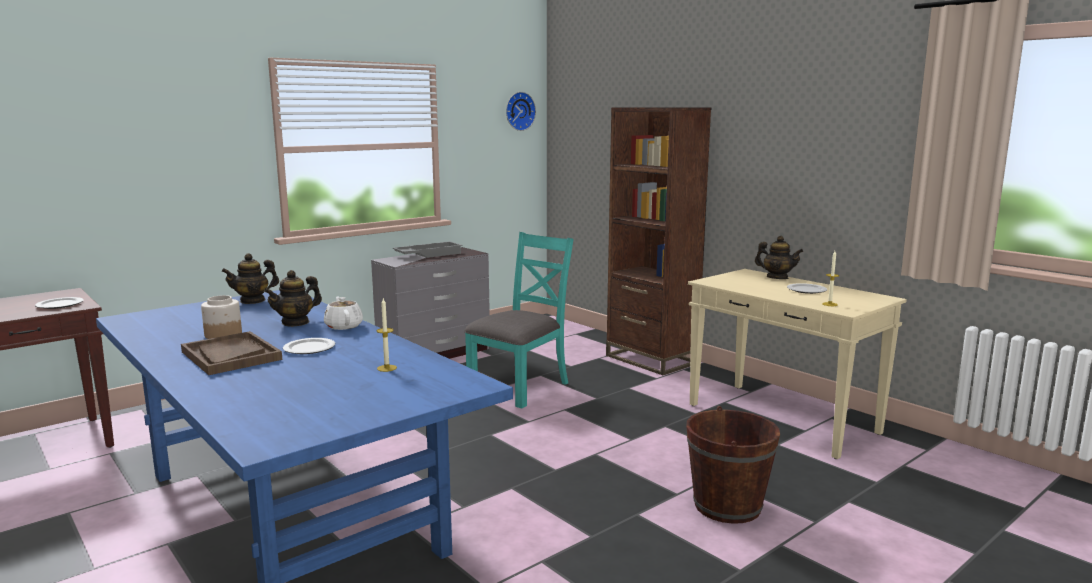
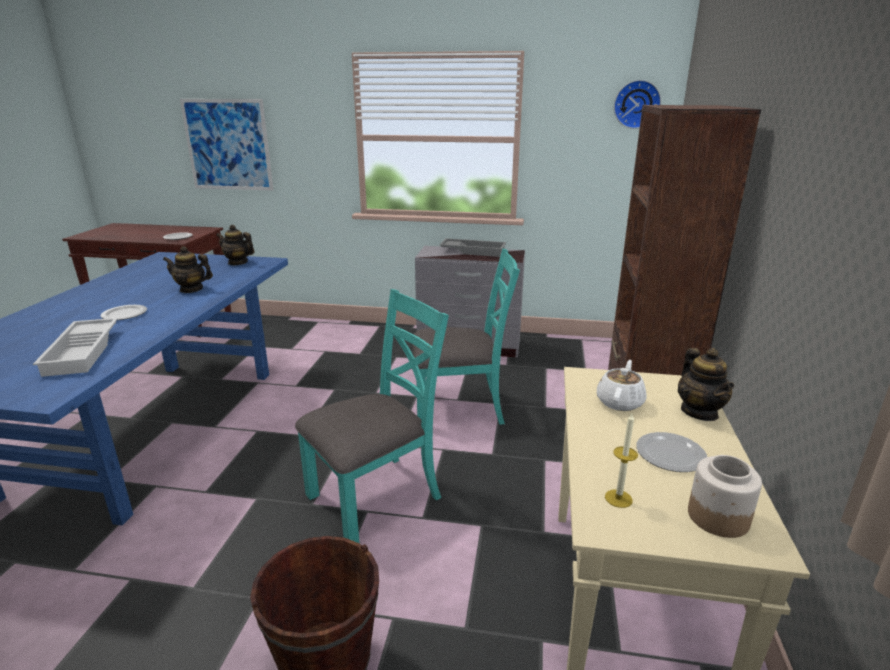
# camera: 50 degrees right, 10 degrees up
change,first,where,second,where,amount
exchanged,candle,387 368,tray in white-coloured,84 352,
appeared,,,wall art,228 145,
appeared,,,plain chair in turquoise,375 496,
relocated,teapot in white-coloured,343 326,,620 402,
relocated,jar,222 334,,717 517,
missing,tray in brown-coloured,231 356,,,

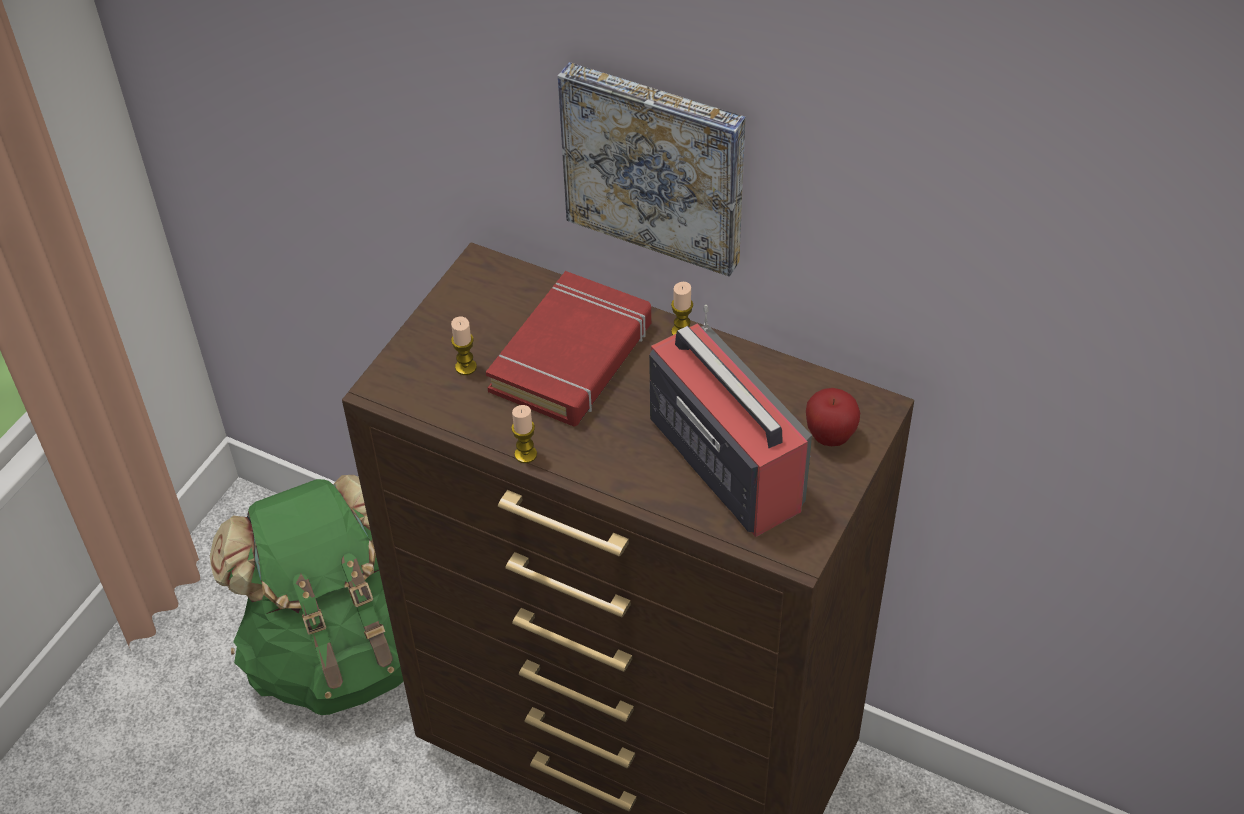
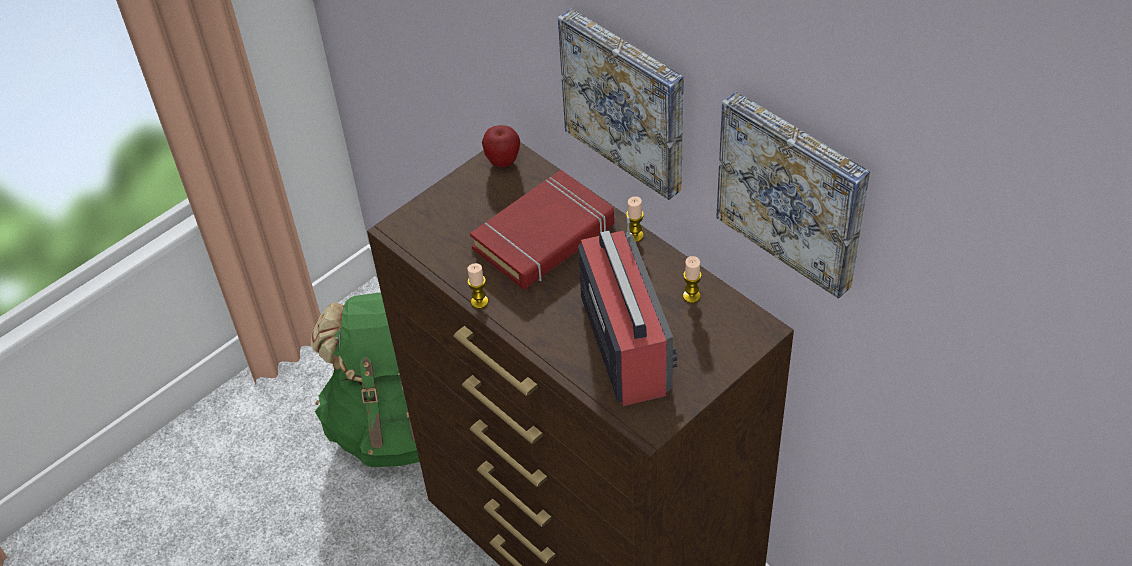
# camera: 20 degrees right, 0 degrees up
change,first,where,second,where,amount
relocated,whole apple,830 437,,503 161,
relocated,candle,466 367,,691 296,
appeared,,,wall art,794 191,

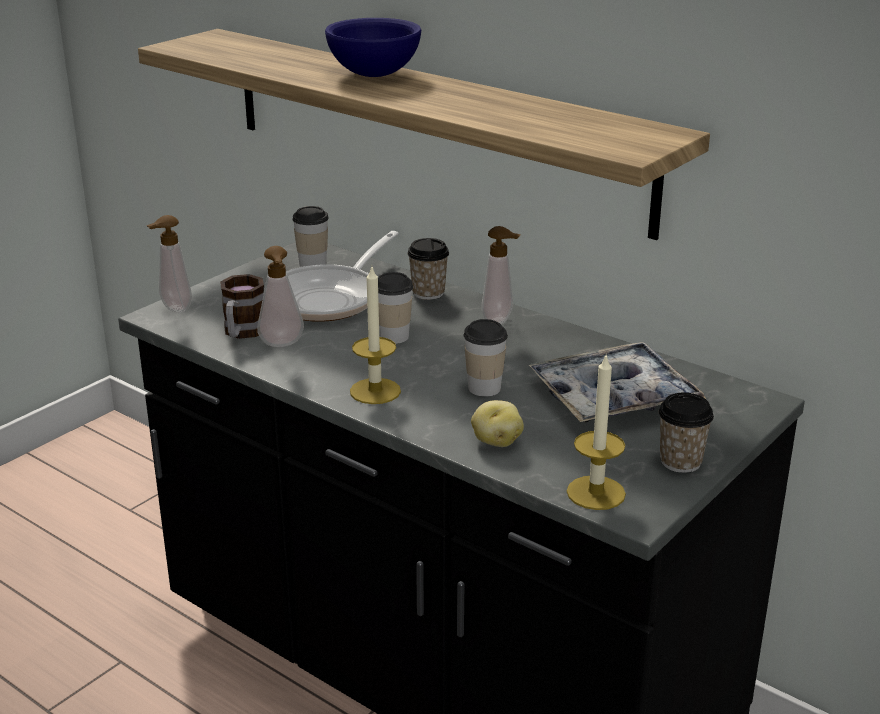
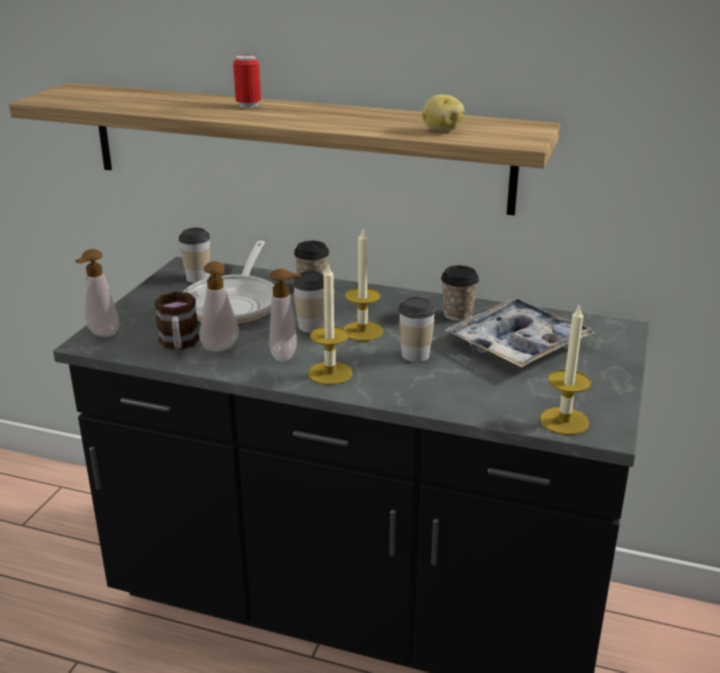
# camera: 20 degrees left, 0 degrees up
change,first,where,second,where,amount
exchanged,serving bowl in bluish,373 74,sealed can,248 105,
relocated,liquid soap bottle,500 321,,287 356,
appeared,,,candle,362 331,
relocated,spud,496 441,,441 130,
relocated,small cup,680 462,,457 314,

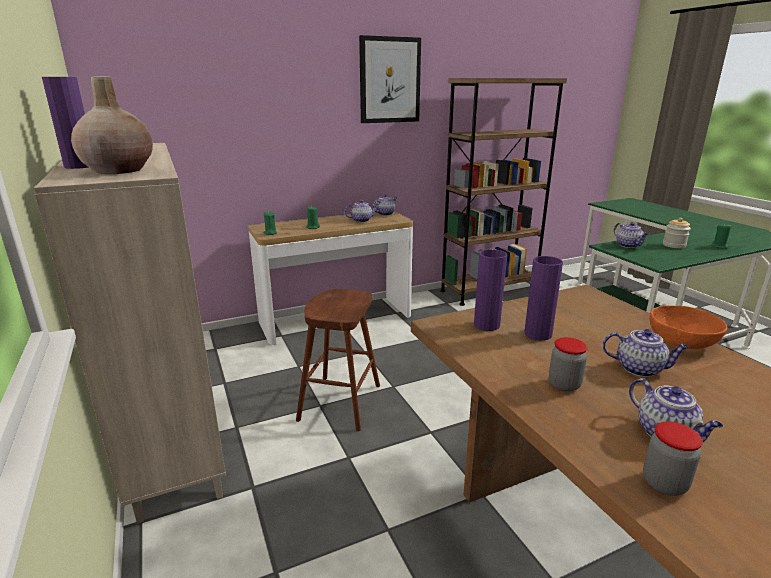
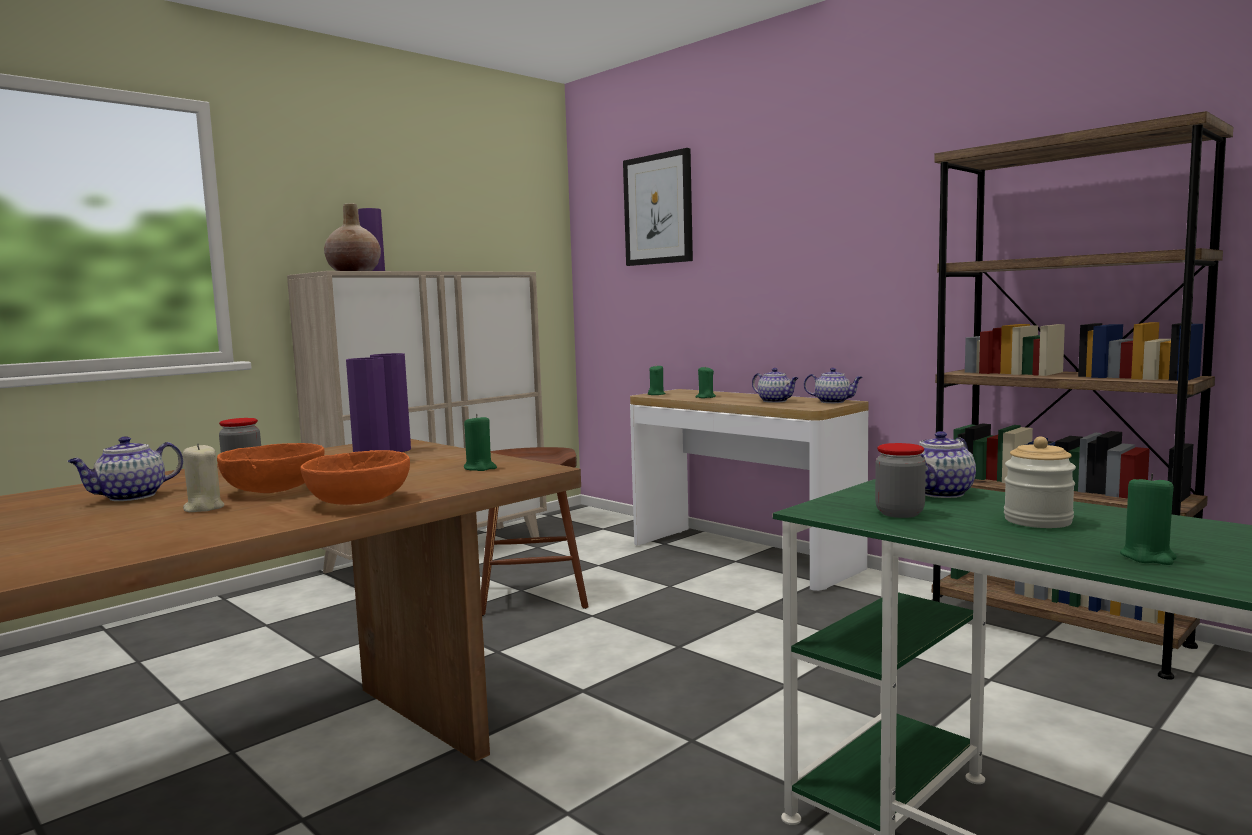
# camera: 70 degrees right, 15 degrees down
change,first,where,second,where,amount
appeared,,,candle in sand-coloured,203 508,
exchanged,teapot,640 368,serving bowl in orange,276 489,
appeared,,,candle in green,480 468,
relocated,wall art,389 80,,658 209,
relocated,jar,664 483,,899 513,

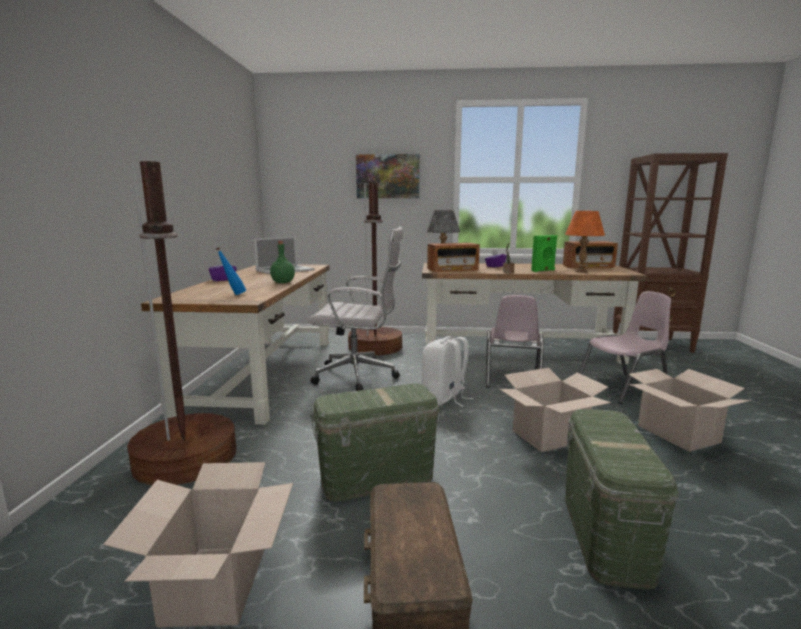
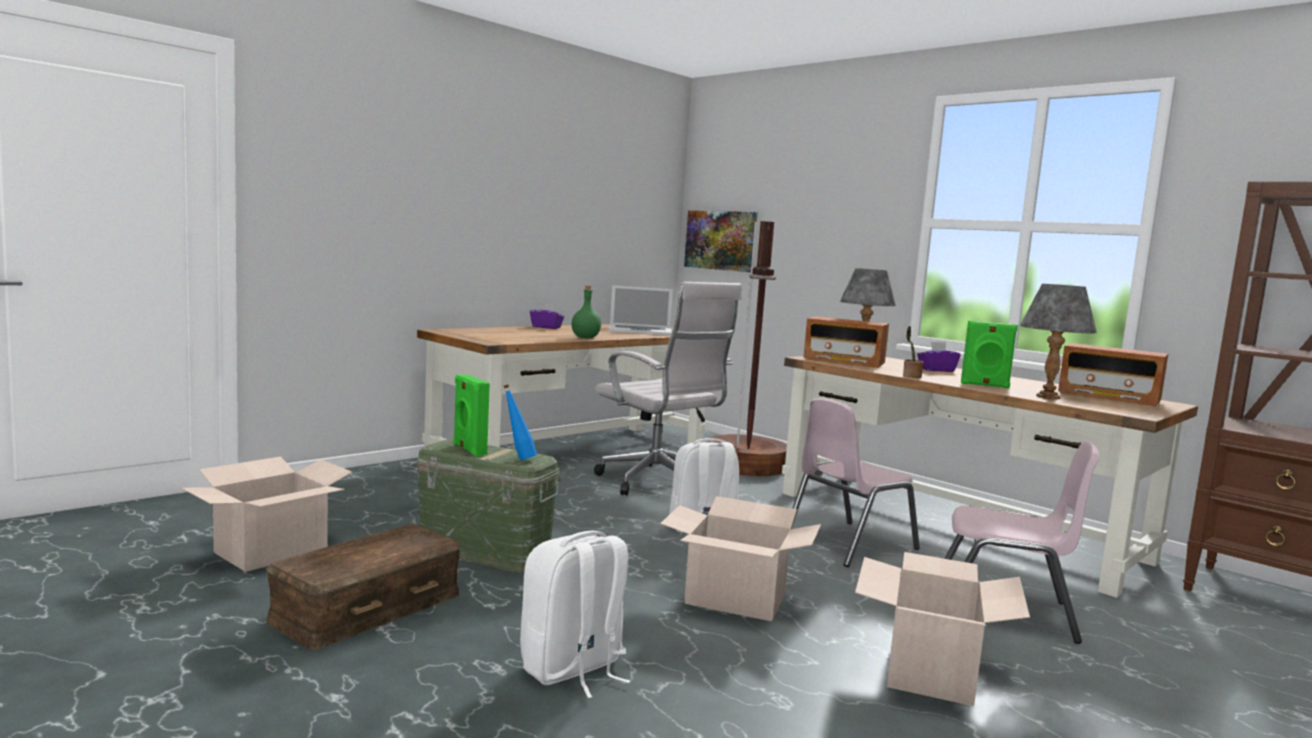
# camera: 40 degrees right, 5 degrees down
change,first,where,second,where,amount
appeared,,,audio speaker in green,468 449,
relocated,drink bottle in bluish,233 295,,518 459,
exchanged,storage box in green,606 535,backpack in white-coloured,573 669,
relocated,wall art,388 176,,721 240,
colour,lamp for a table in orange,581 271,lamp for a table in gray,1048 397,
missing,standard lamp in brown-coloured,186 458,,,

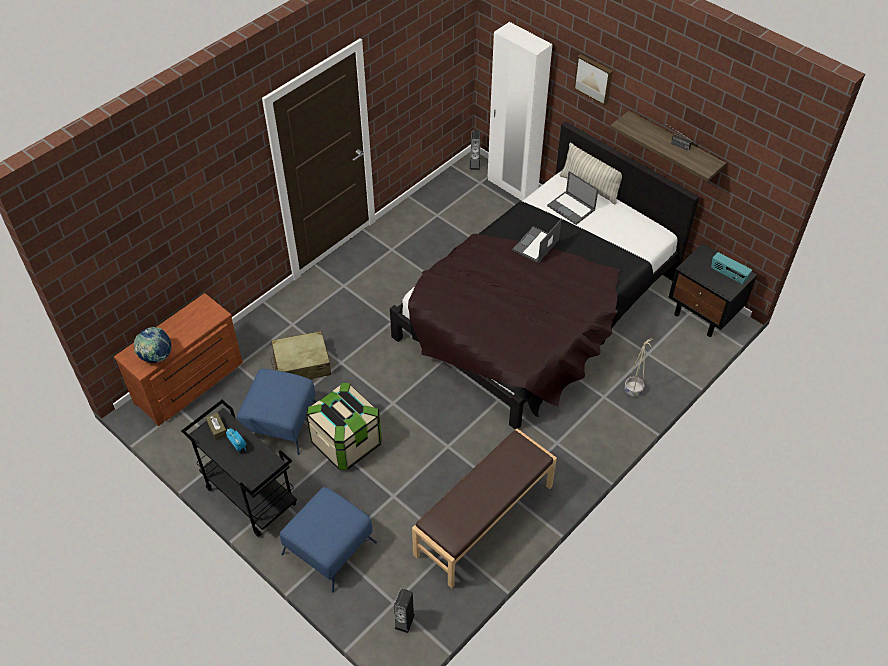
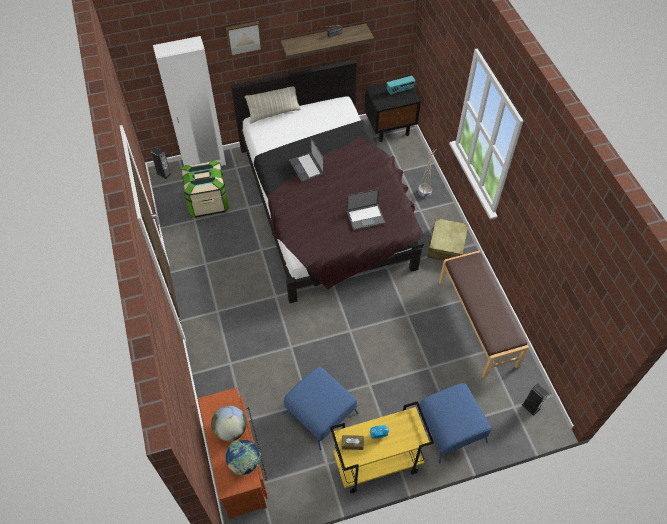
# camera: 60 degrees left, 5 degrees up
change,first,where,second,where,amount
relocated,storage box,346 442,,208 202,
appeared,,,desk globe,231 429,
colour,trolley in black-coloured,249 496,trolley in yellowish,376 464,
relocated,portable computer,571 208,,366 216,
relocated,suitcase in sand-coloured,301 364,,446 246,

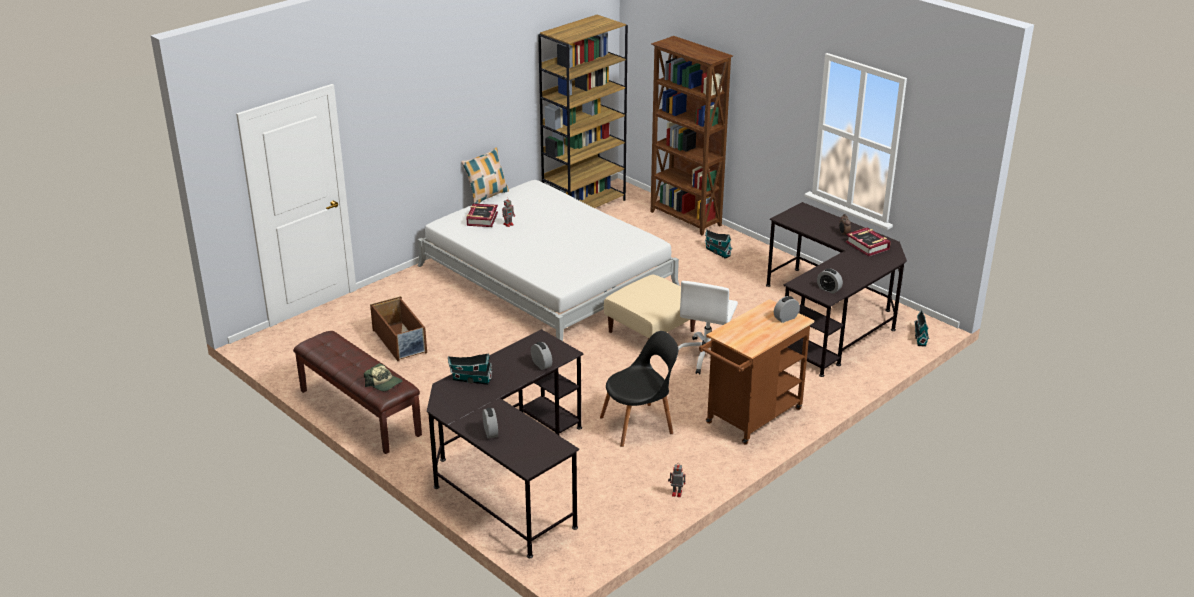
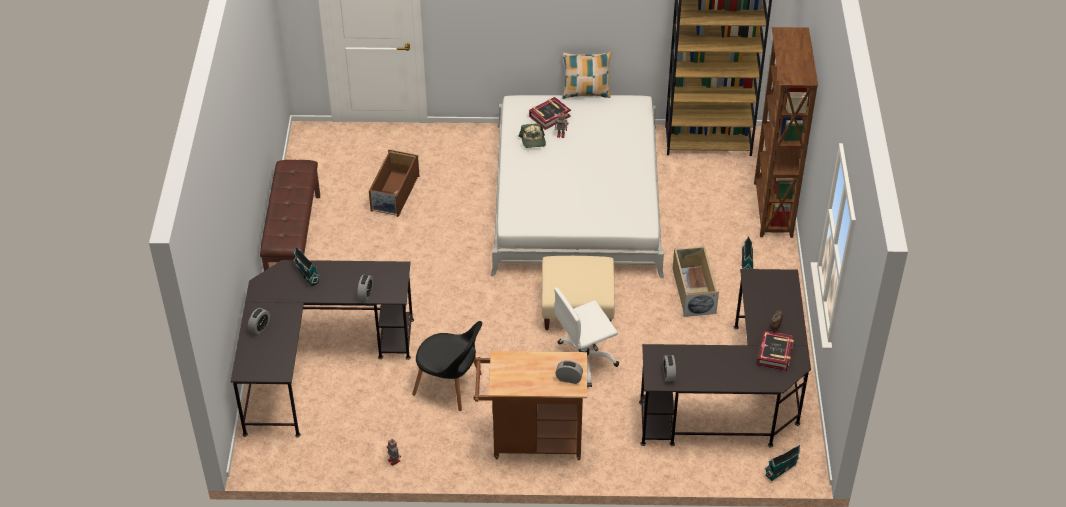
# camera: 45 degrees right, 15 degrees up
change,first,where,second,where,amount
relocated,peaked cap,384 383,,533 140,
appeared,,,storage box in sand-coloured,693 290,

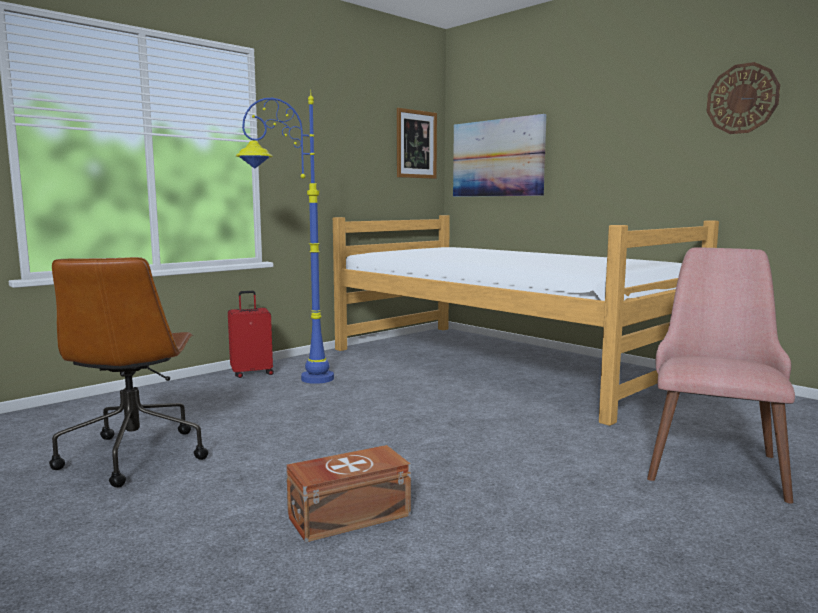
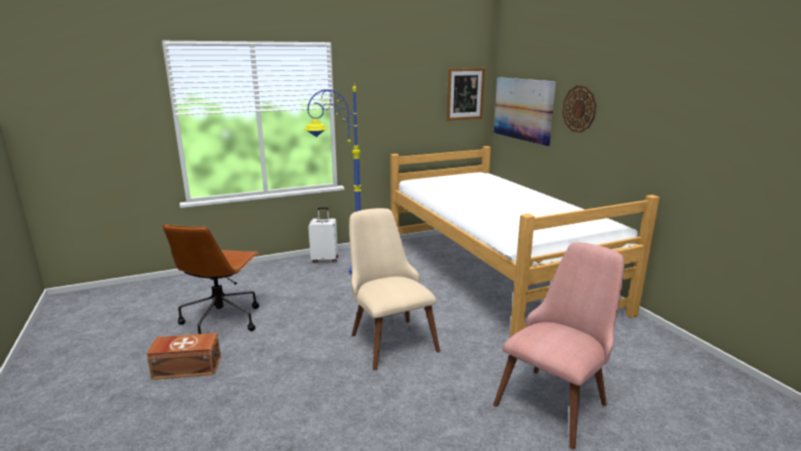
# camera: 20 degrees right, 10 degrees up
change,first,where,second,where,amount
relocated,storage box in brown-coloured,347 515,,186 367,
colour,suitcase in red,252 373,suitcase in white-coloured,325 259,
appeared,,,plain chair in sand-coloured,388 337,
relocated,hanging clock,742 98,,579 109,

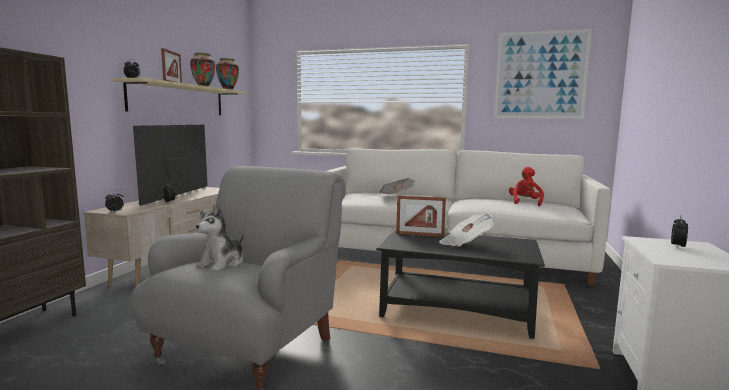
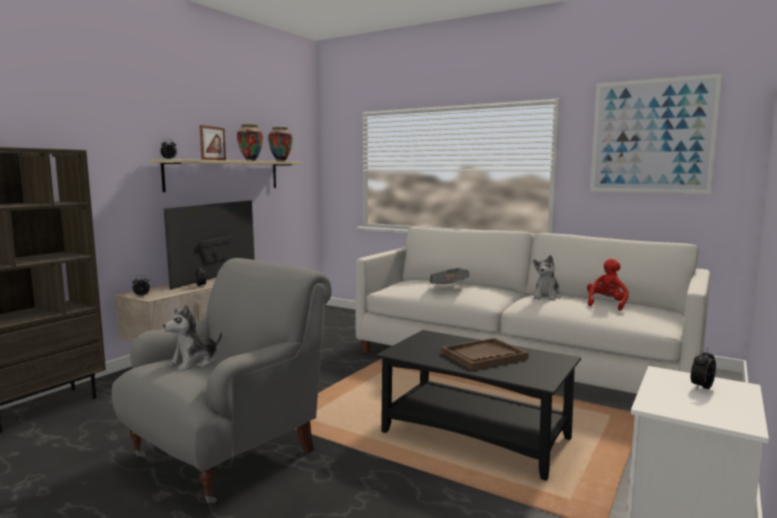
# camera: 15 degrees right, 0 degrees up
change,first,where,second,where,amount
exchanged,newspaper,465 243,tray in brown-coloured,484 356,
appeared,,,plush toy,546 297,
missing,standing frame,420 235,,,

